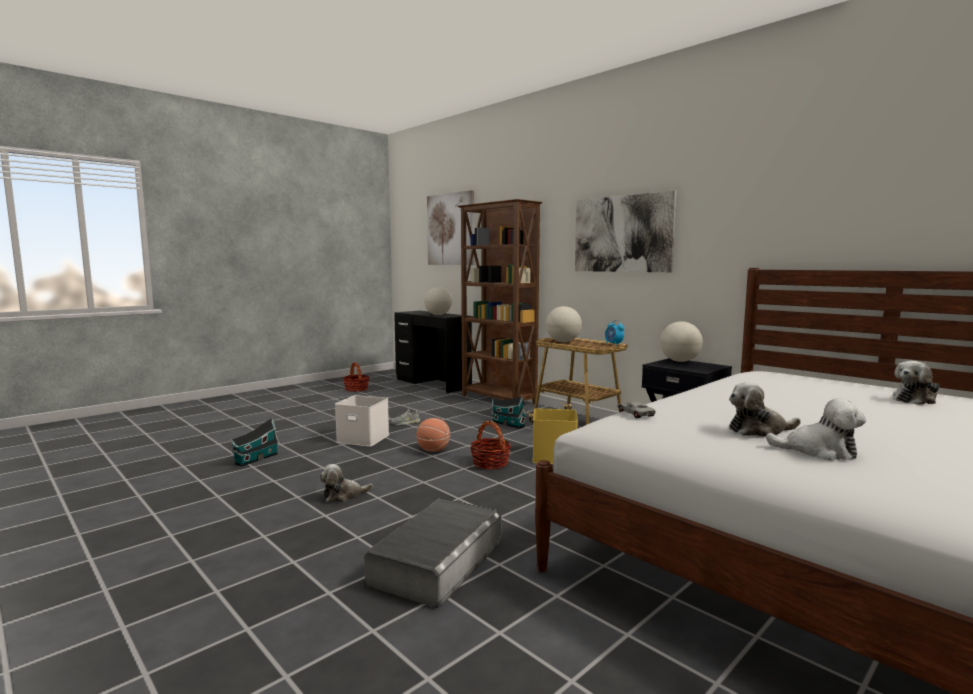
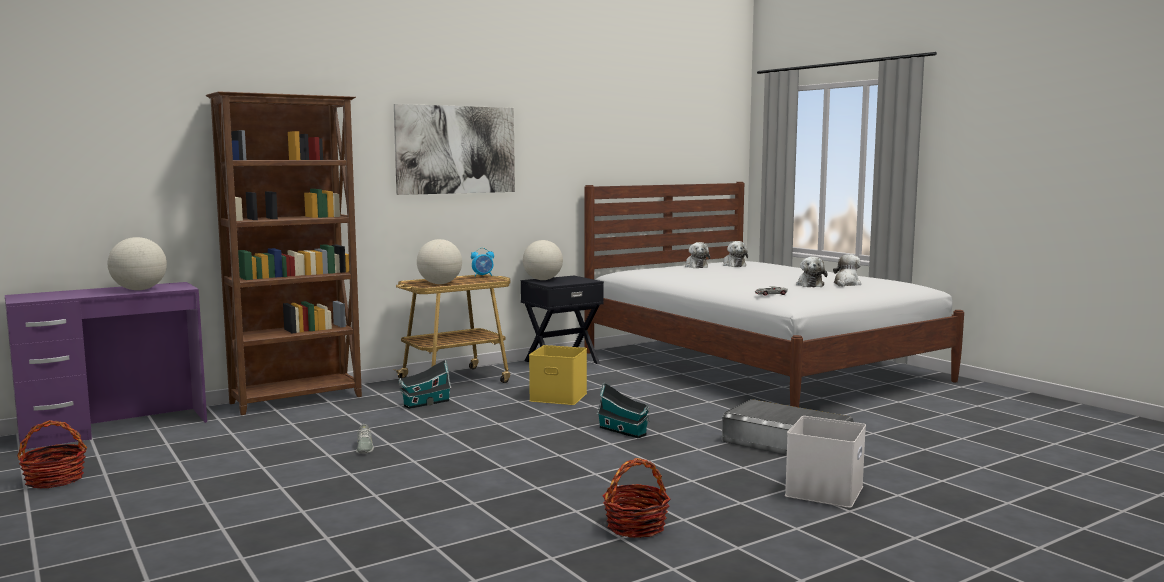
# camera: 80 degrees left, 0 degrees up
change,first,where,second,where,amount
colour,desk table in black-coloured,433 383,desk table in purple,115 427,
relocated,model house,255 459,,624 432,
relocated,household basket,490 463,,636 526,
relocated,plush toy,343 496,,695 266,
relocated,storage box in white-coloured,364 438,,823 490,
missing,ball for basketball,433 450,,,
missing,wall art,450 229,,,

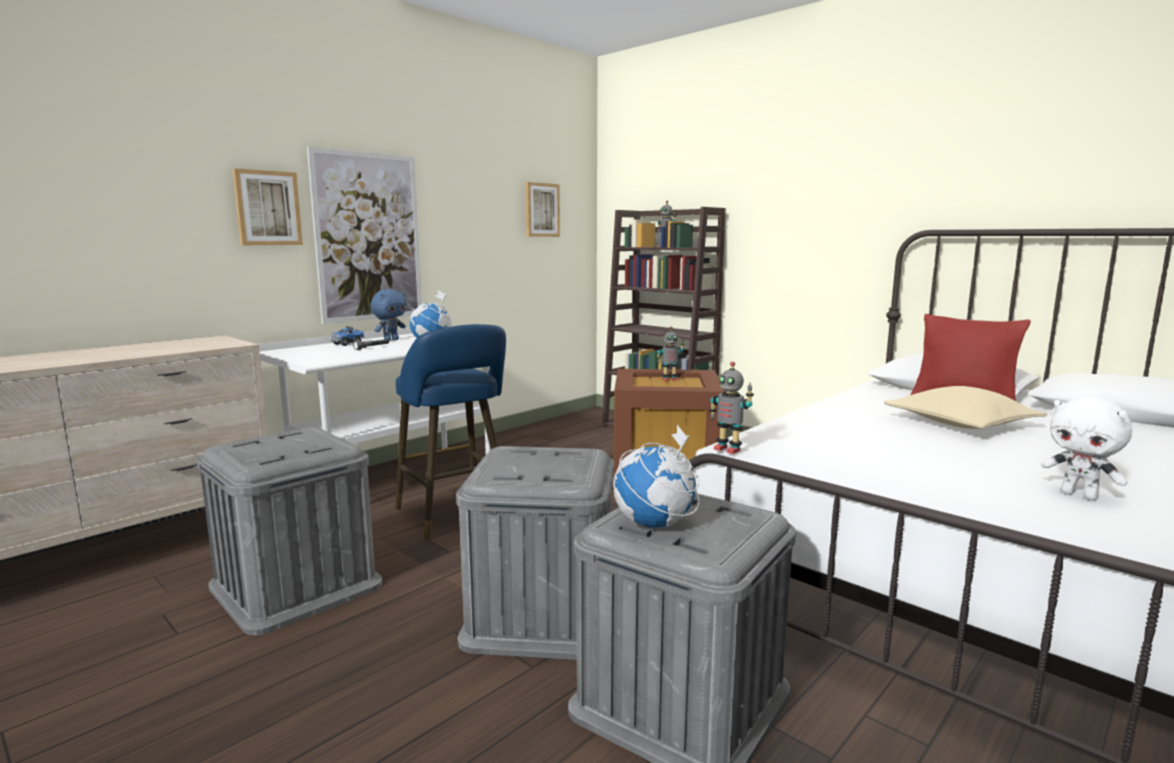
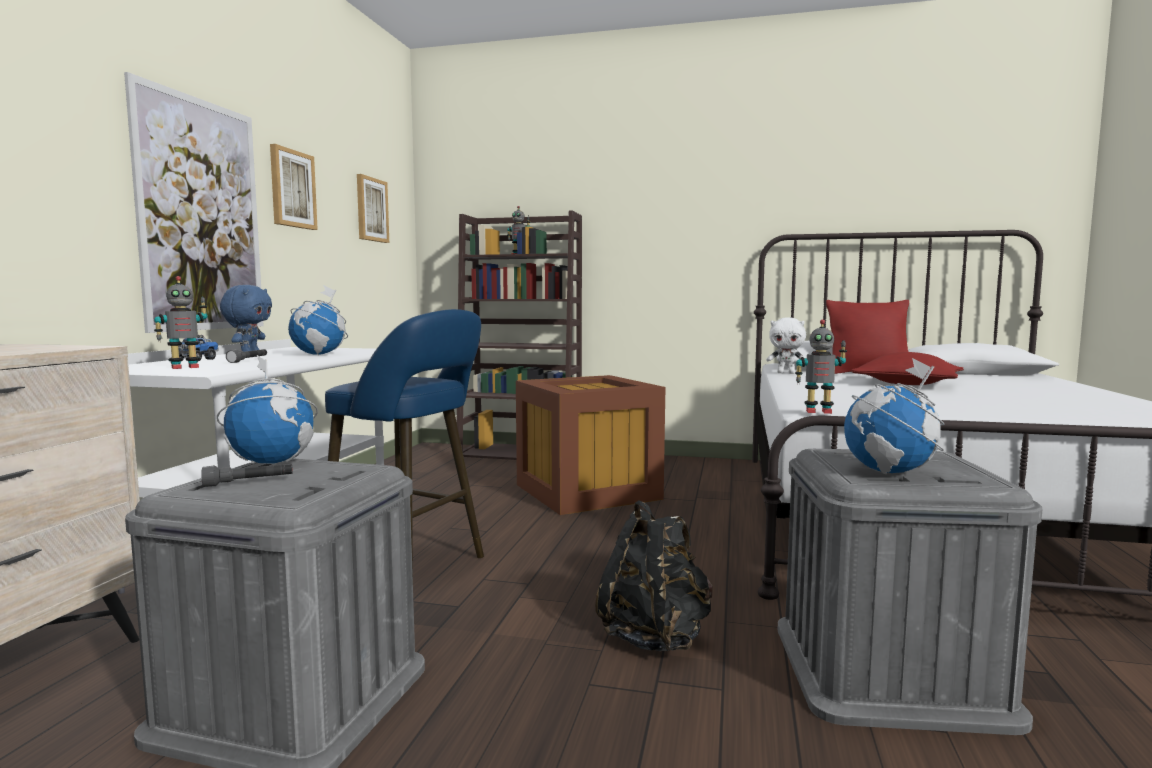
# camera: 30 degrees left, 5 degrees down
change,first,where,second,where,amount
relocated,robot figure,669 379,,185 367,
appeared,,,torch in gray,249 482,
appeared,,,desk globe,272 462,
relocated,wall art,267 208,,292 189,
exchanged,storage box in gray,542 613,backpack in black-coloured,655 637,
relocated,plush toy in white-coloured,1079 495,,786 373,
colour,throw pillow in sand-coloured,960 424,throw pillow in red,907 384,

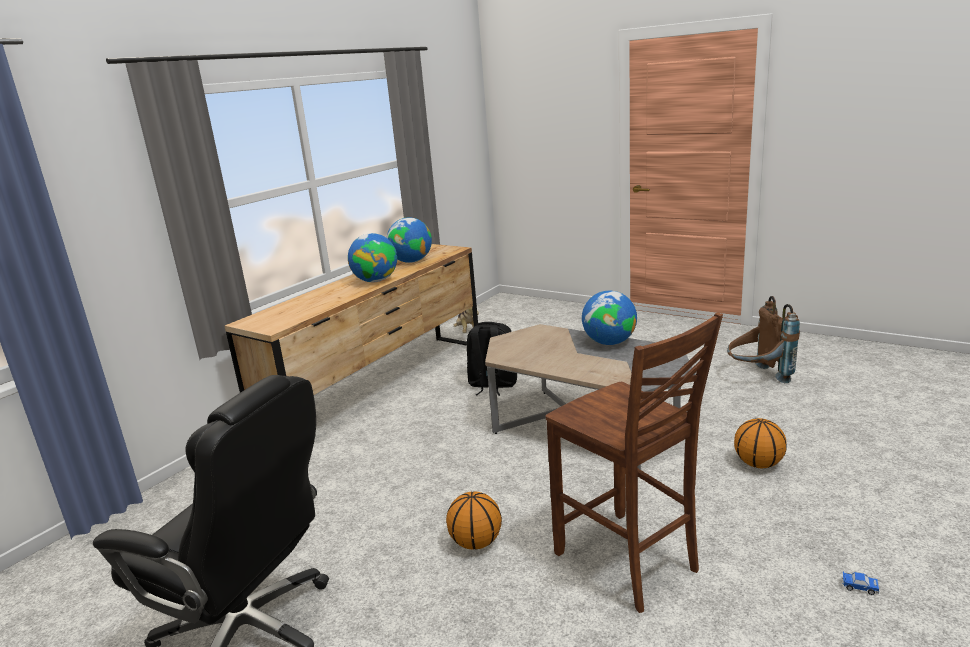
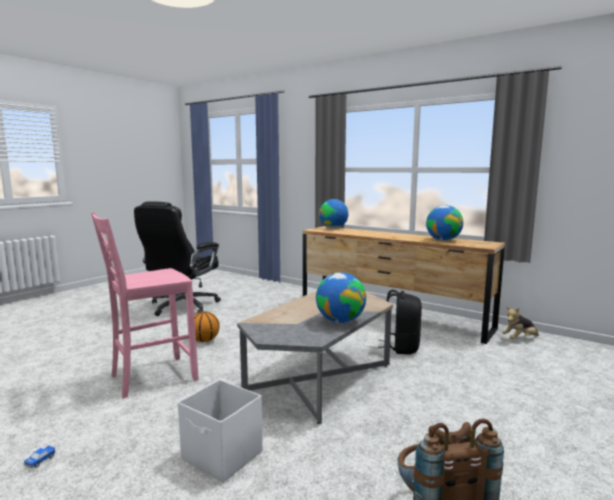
# camera: 90 degrees right, 10 degrees down
change,first,where,second,where,amount
colour,plain chair in brown-coloured,628 563,plain chair in pink,151 377,
exchanged,ball for basketball,758 463,storage box in white-coloured,222 456,
relocated,desk globe,376 281,,333 228,

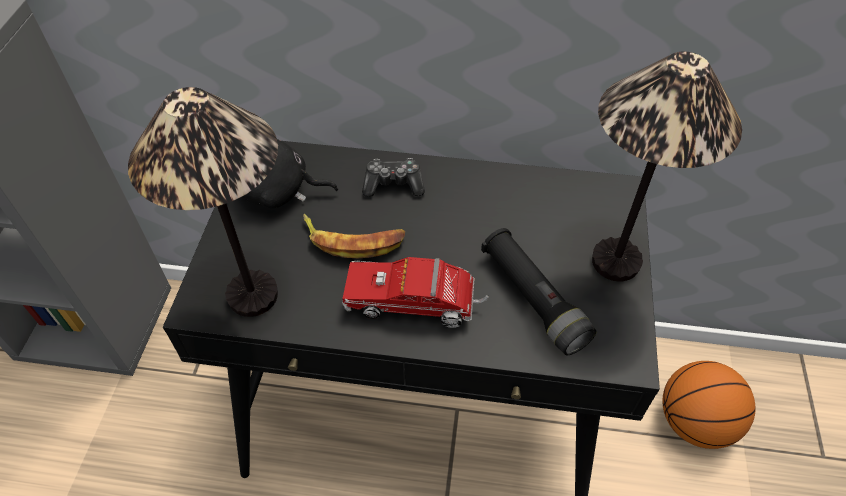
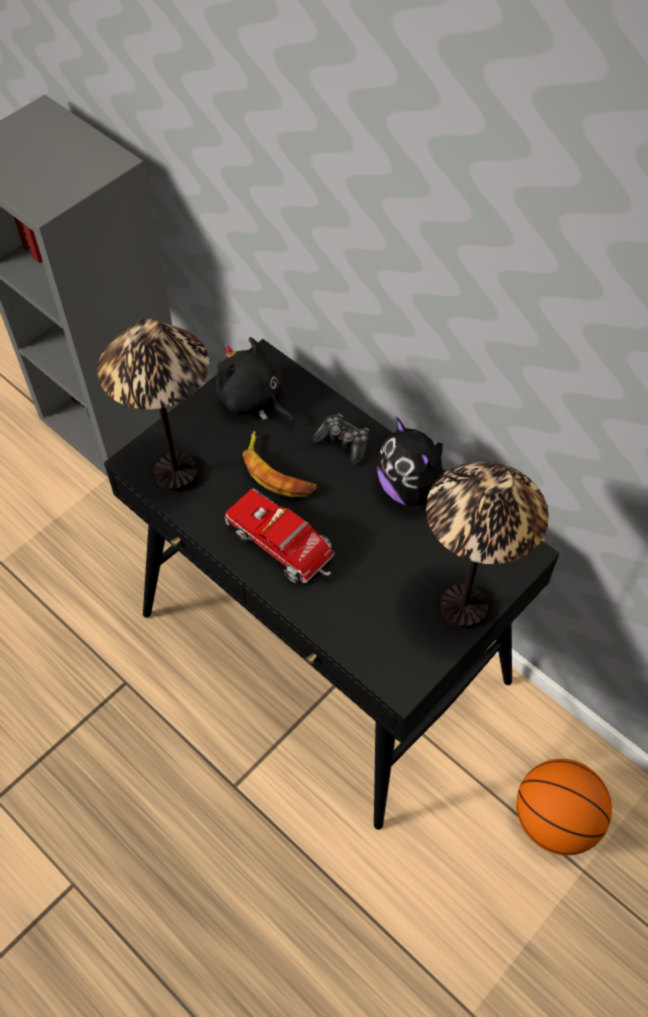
# camera: 35 degrees right, 5 degrees up
change,first,where,second,where,amount
appeared,,,plush toy,411 489,
missing,torch in black-coloured,533 299,,,

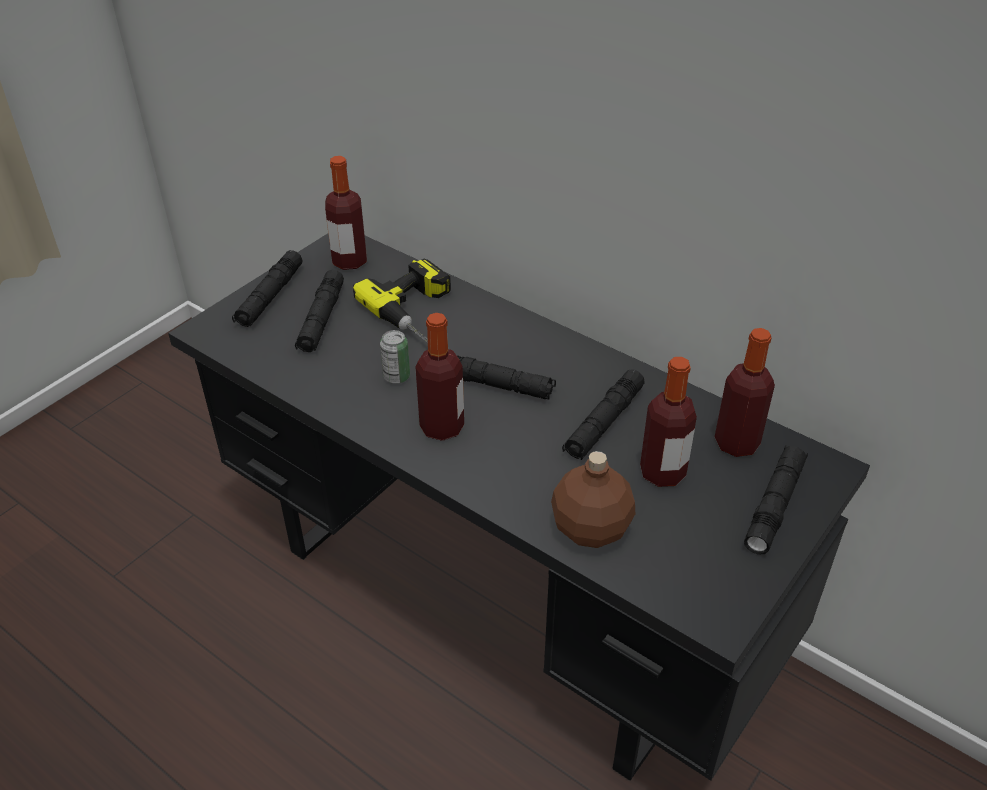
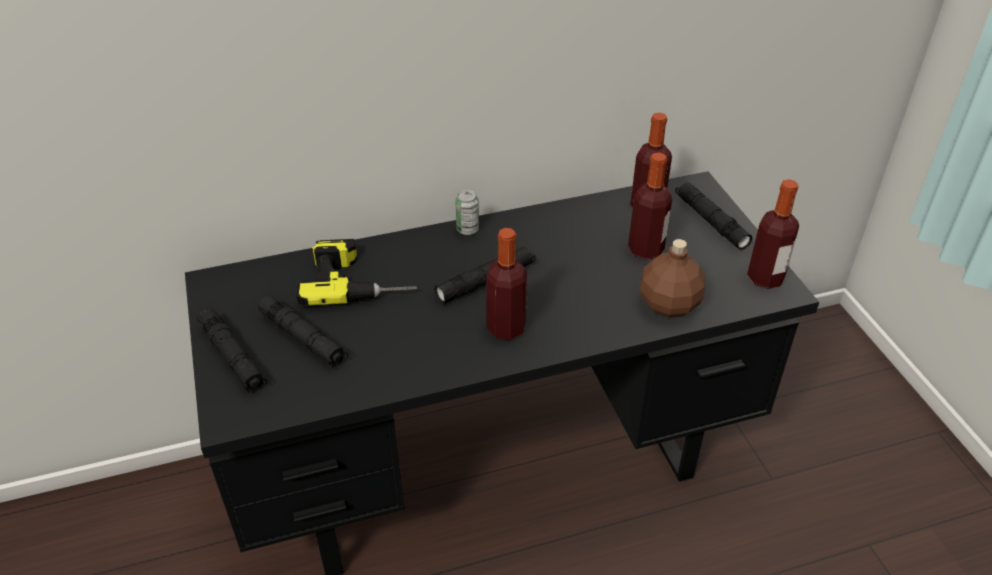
# camera: 55 degrees left, 0 degrees up
change,first,where,second,where,amount
relocated,sealed can,396 377,,467 230,
relocated,drink bottle,349 261,,765 278,
missing,torch in black-coloured,604 422,,,

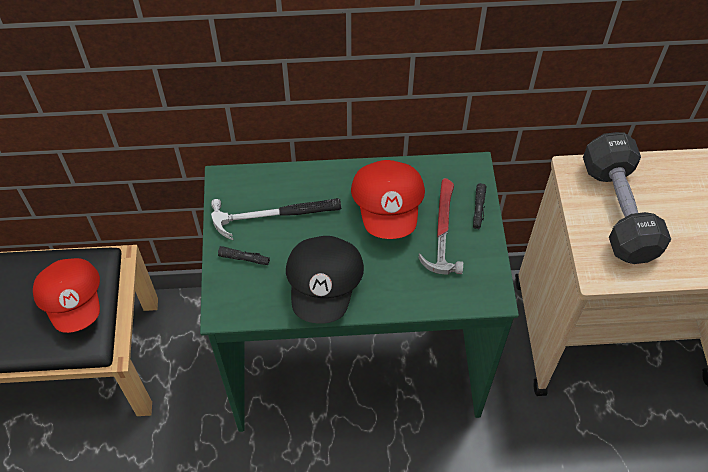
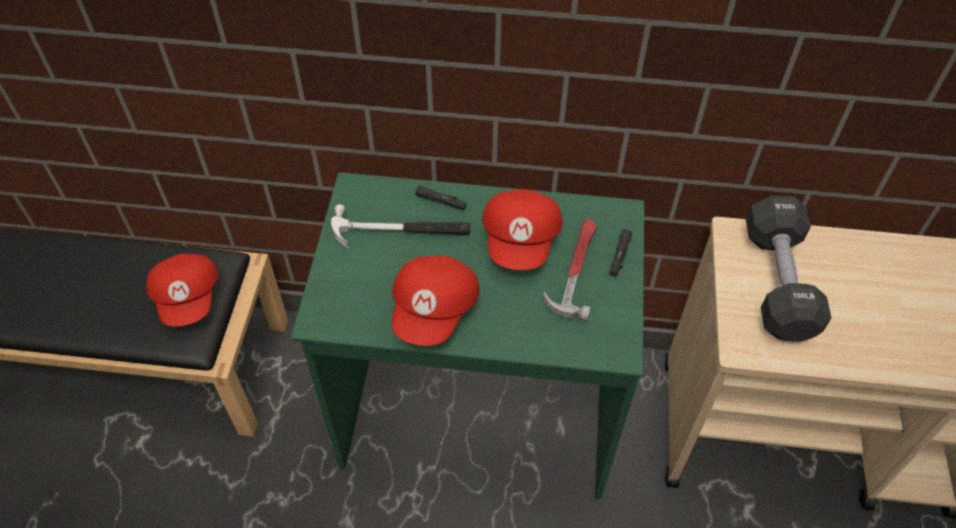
# camera: 10 degrees right, 5 degrees down
change,first,where,second,where,amount
colour,peaked cap in black-coloured,325 286,peaked cap in red,435 310,
relocated,torch in black-coloured,244 258,,441 201,

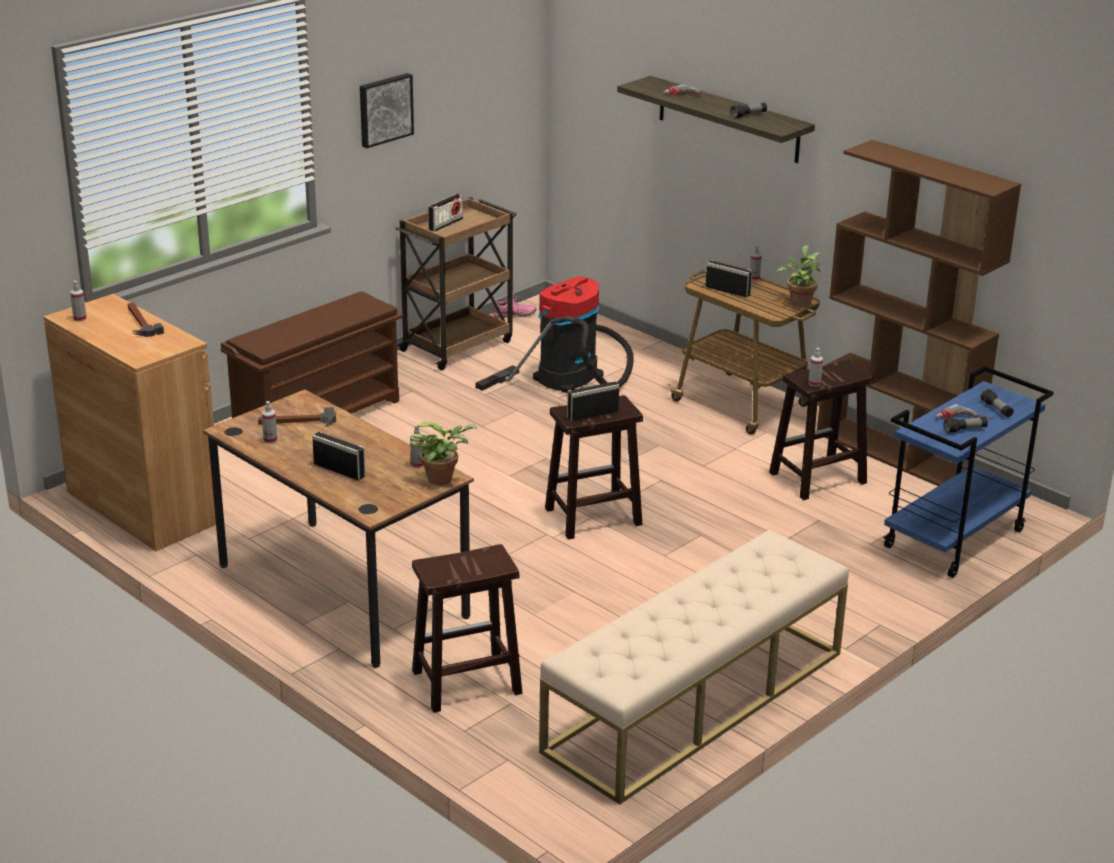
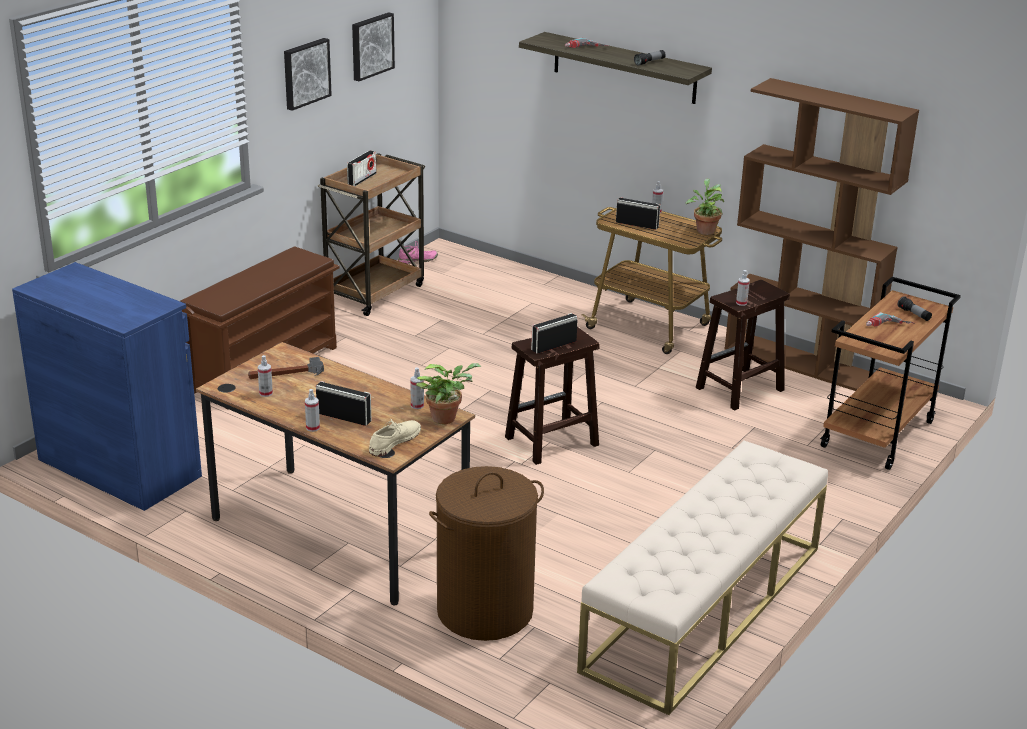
# camera: 10 degrees left, 0 degrees up
change,first,where,second,where,amount
colour,cabinet in brown-coloured,143 506,cabinet in bluish,119 468,
relocated,hand sprayer,80 318,,313 428,
appeared,,,wall art,371 46,
appeared,,,item of footwear in sand-coloured,394 441,
exchanged,sitting stool in brown-coloured,465 683,hamper in brown-coloured,485 611,
colour,trolley in bluish,954 540,trolley in brown-coloured,878 435,
missing,tool hammer,140 322,,,
missing,vacuum,571 374,,,
missing,torch,965 430,,,

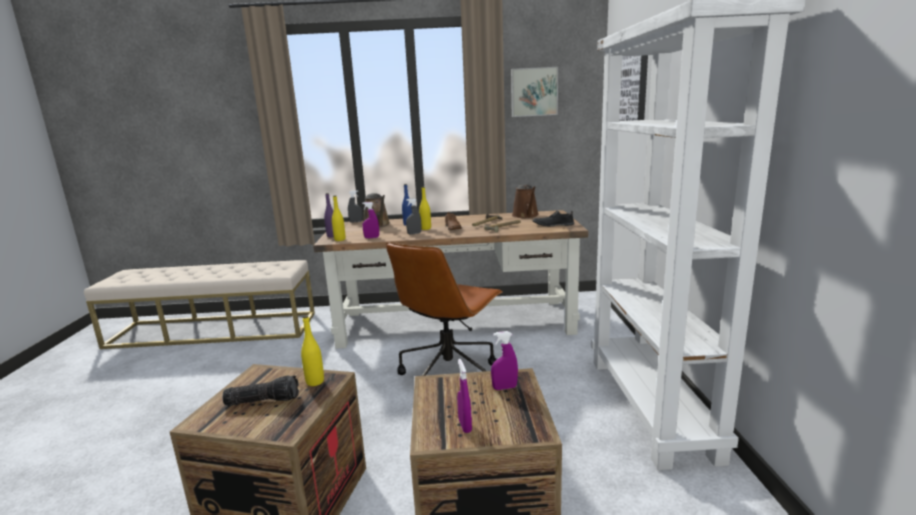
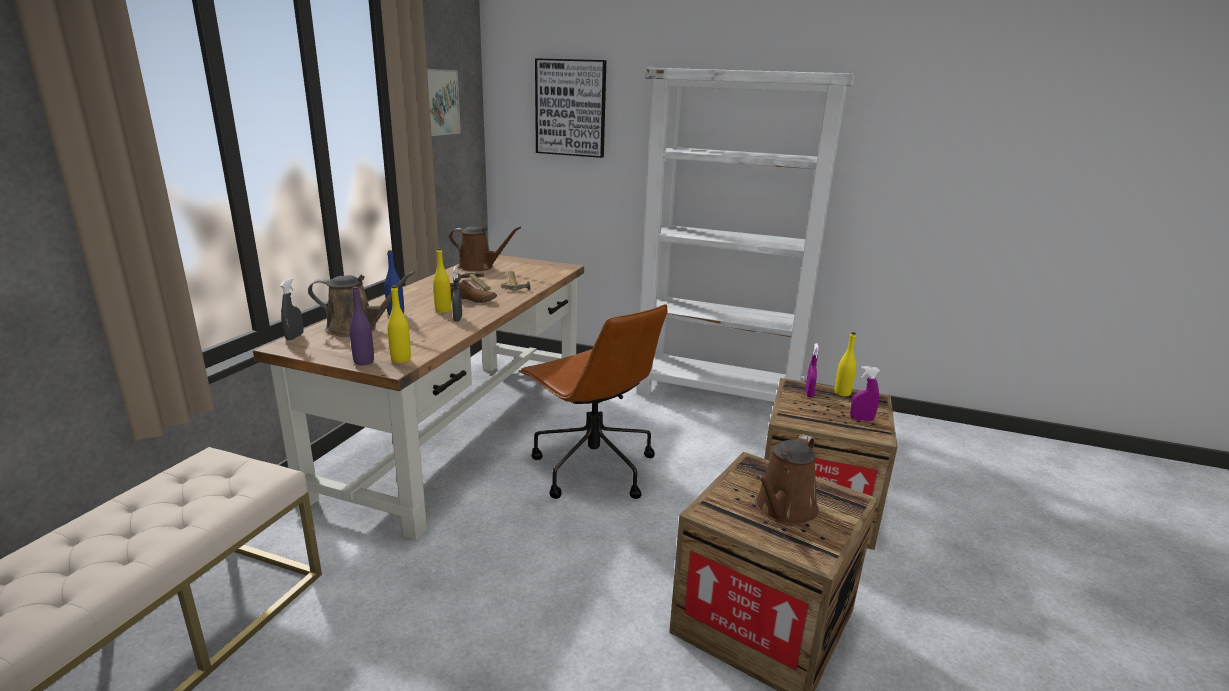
# camera: 70 degrees left, 5 degrees up
change,first,where,second,where,amount
exchanged,torch,264 400,watering pot in brown-coloured,783 510,
relocated,drink bottle in yellowish,315 382,,842 393,
missing,hand sprayer in purple,371 237,,,
missing,item of footwear in black-coloured,553 225,,,

